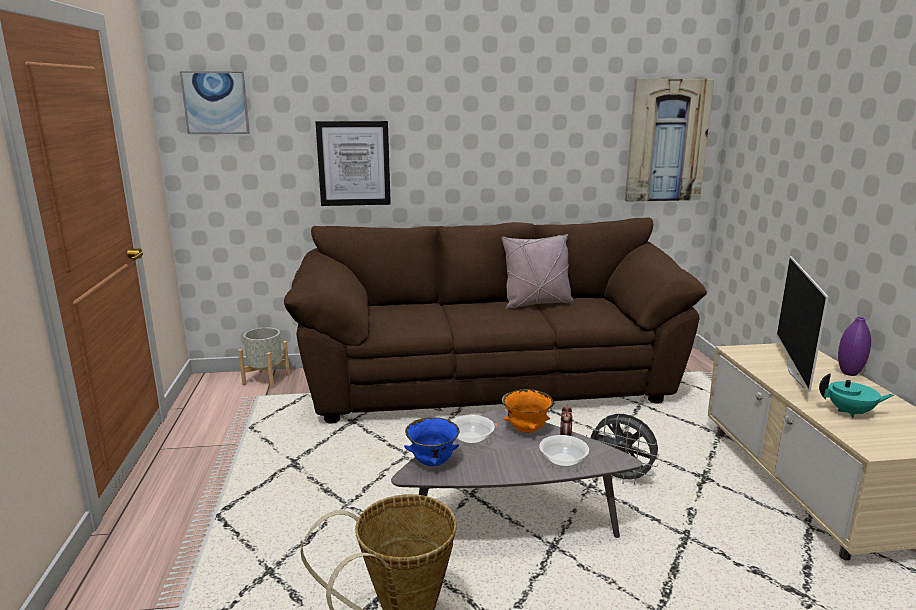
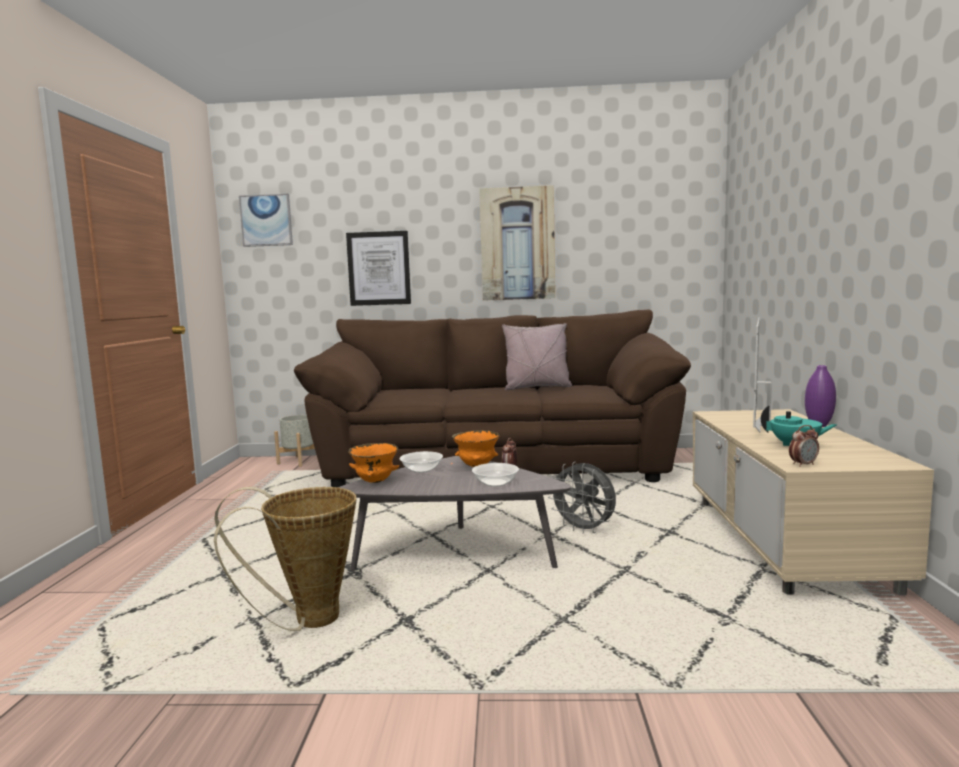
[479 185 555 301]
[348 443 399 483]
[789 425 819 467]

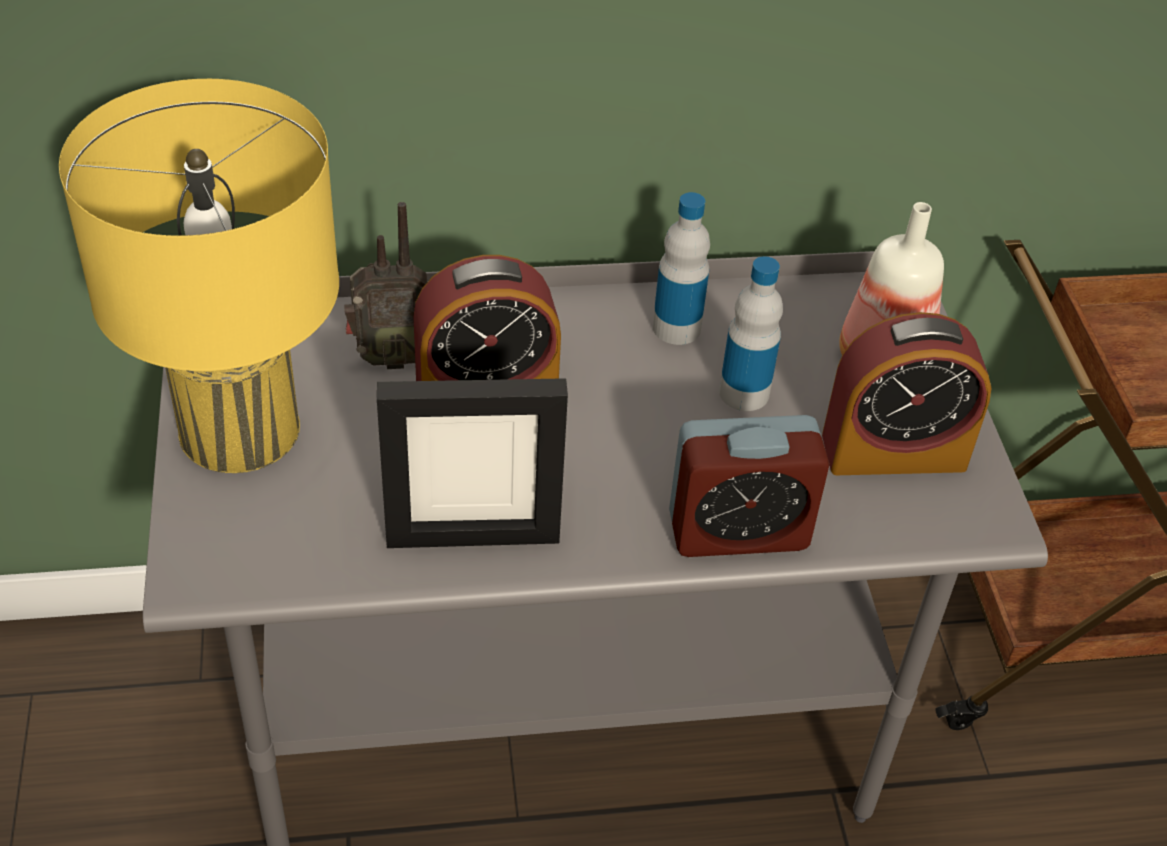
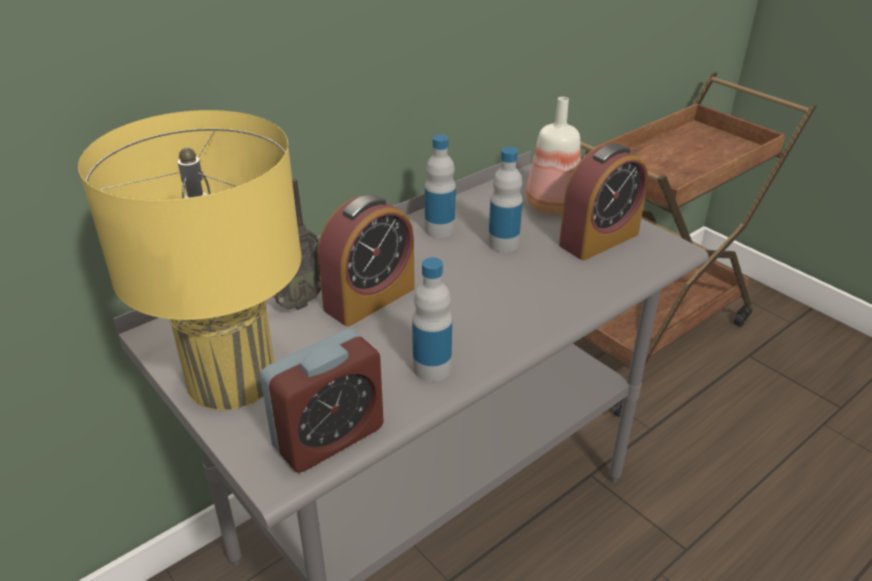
[412 257 452 382]
[260 329 384 473]

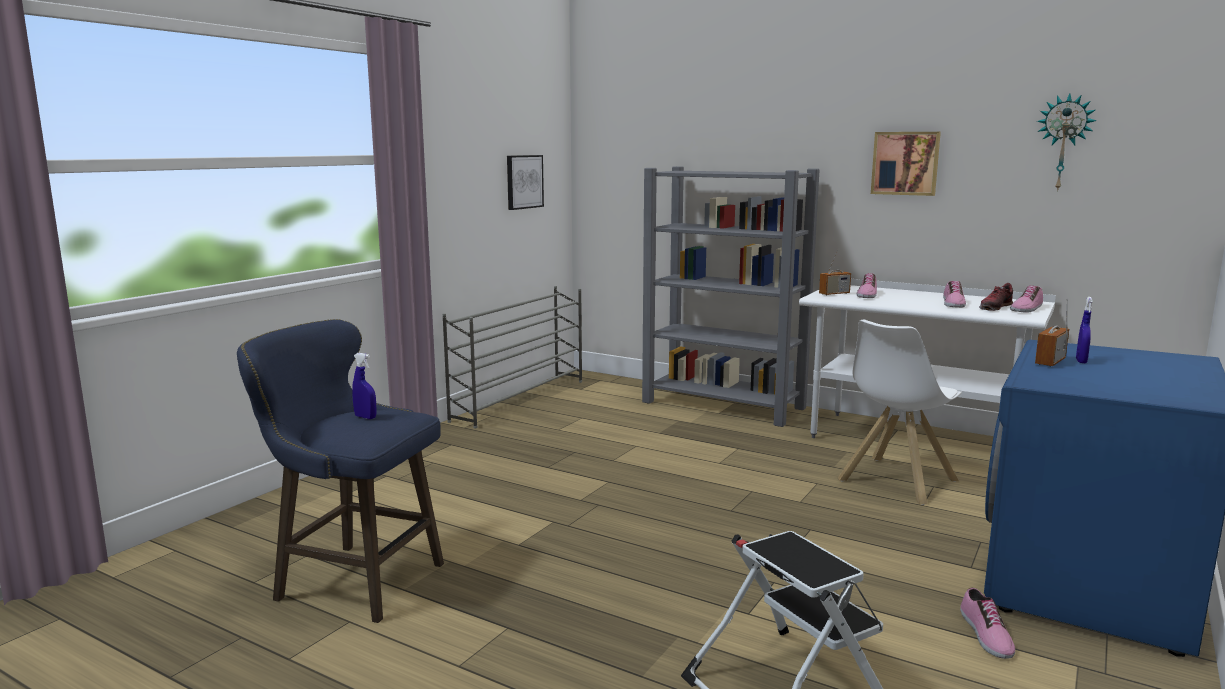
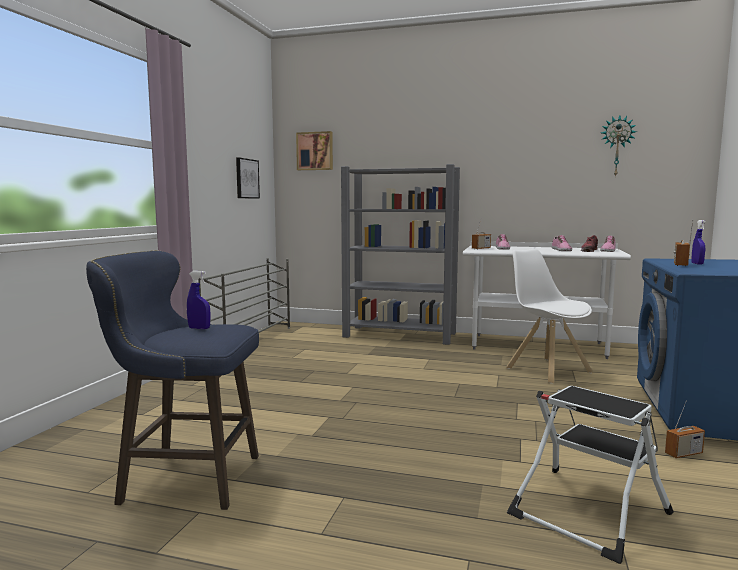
[296 131 333 170]
[506 249 593 383]
[665 401 705 458]

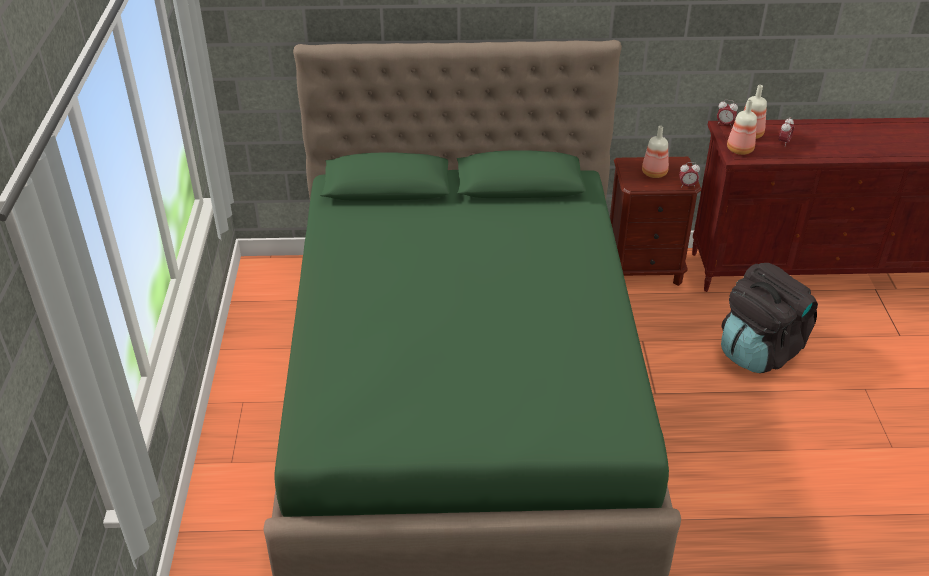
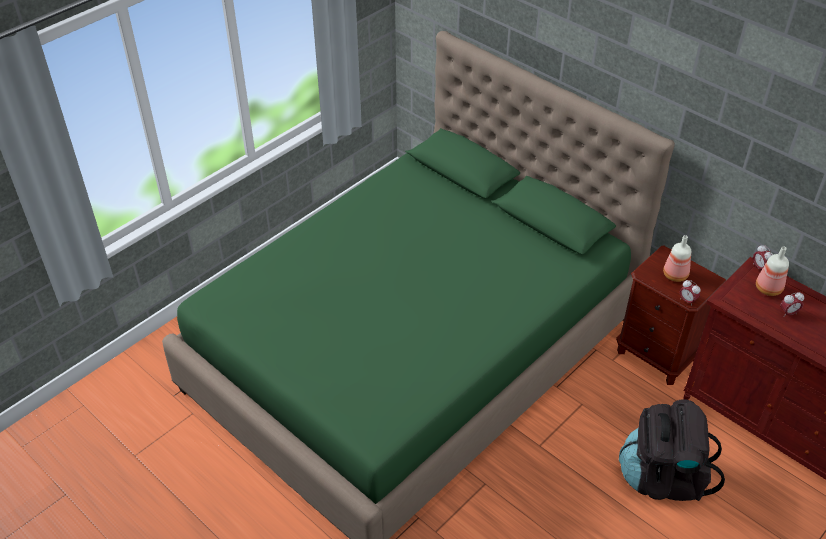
[727 99 757 155] (first image)

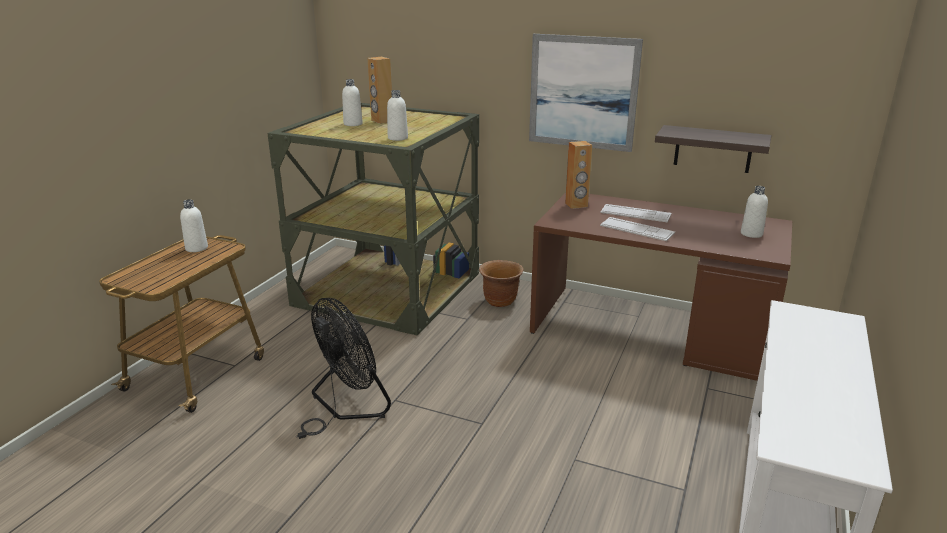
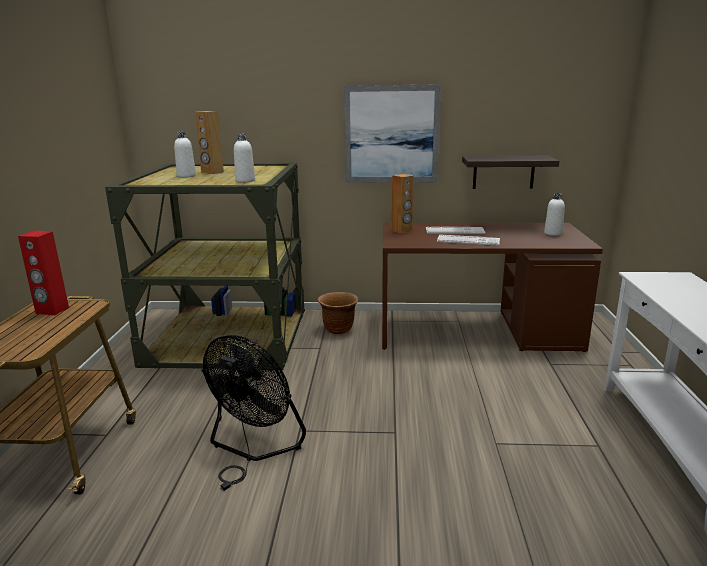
[18 231 69 315]

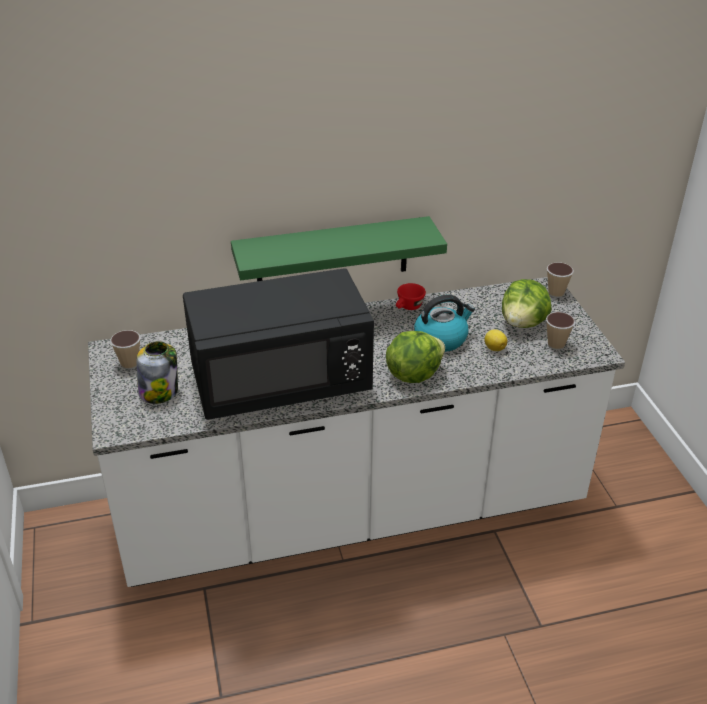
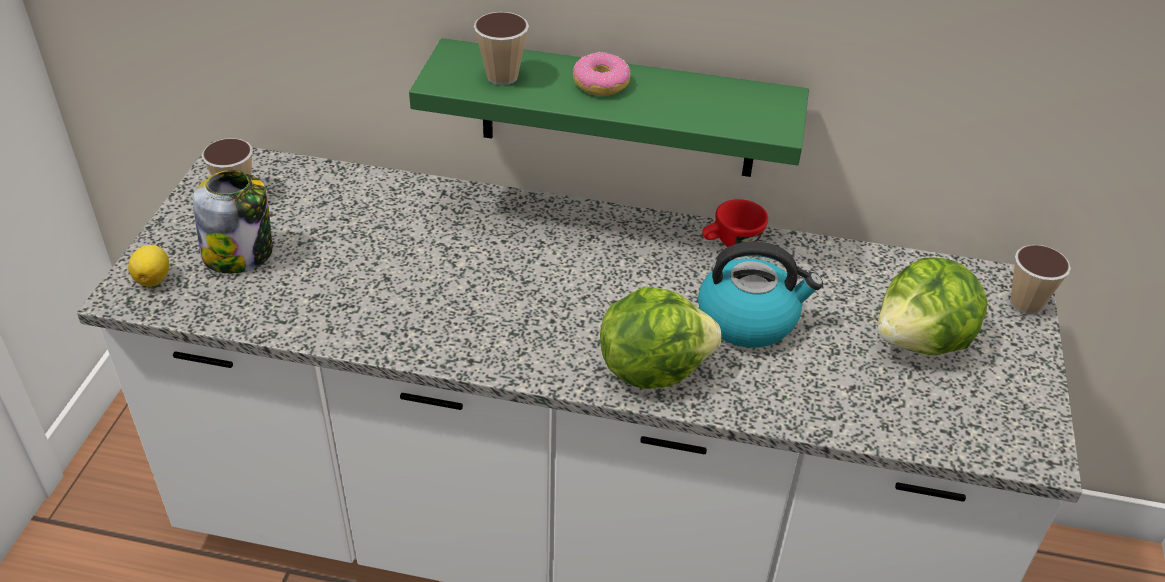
[183 268 374 420] (first image)
[474 12 529 85]
[128 245 169 287]
[573 52 631 96]

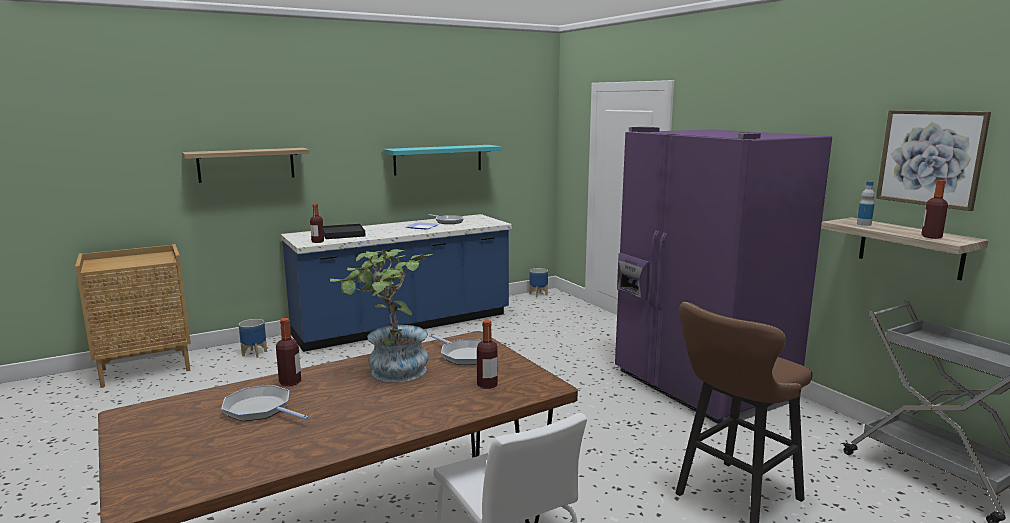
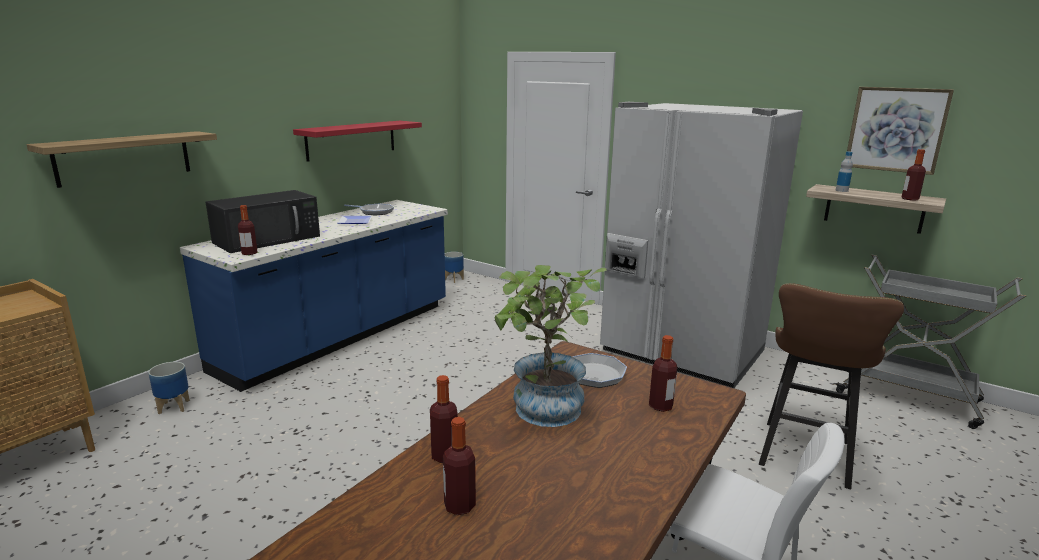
[600 102 803 388]
[293 121 422 162]
[206 190 320 253]
[443 417 476 515]

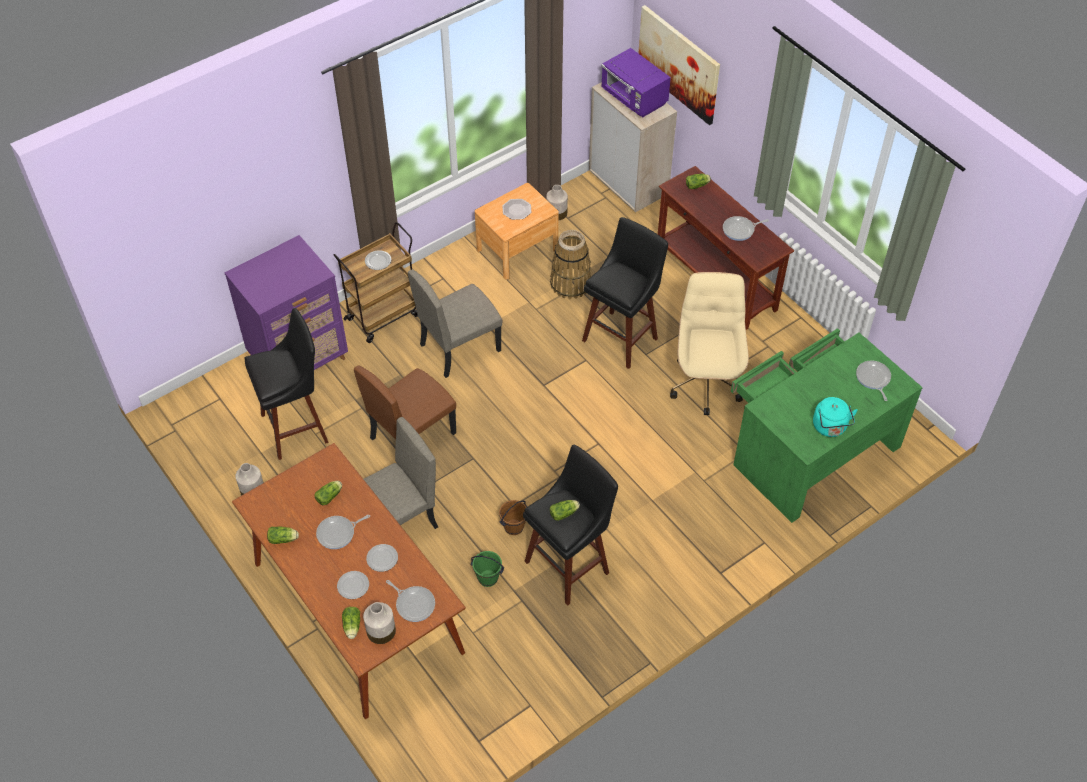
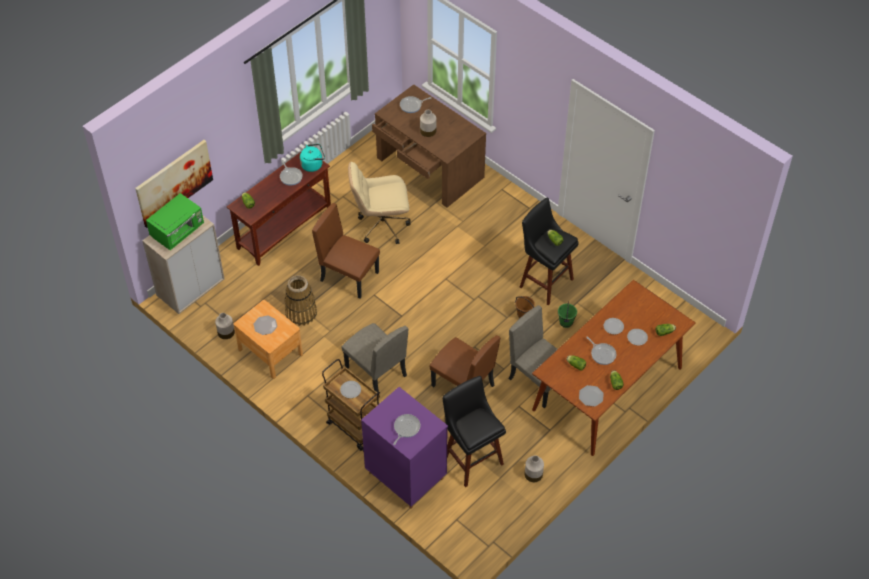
[146 193 204 250]
[312 203 380 298]
[372 85 486 208]
[300 144 325 172]
[393 414 420 445]
[420 110 436 137]
[579 385 604 406]

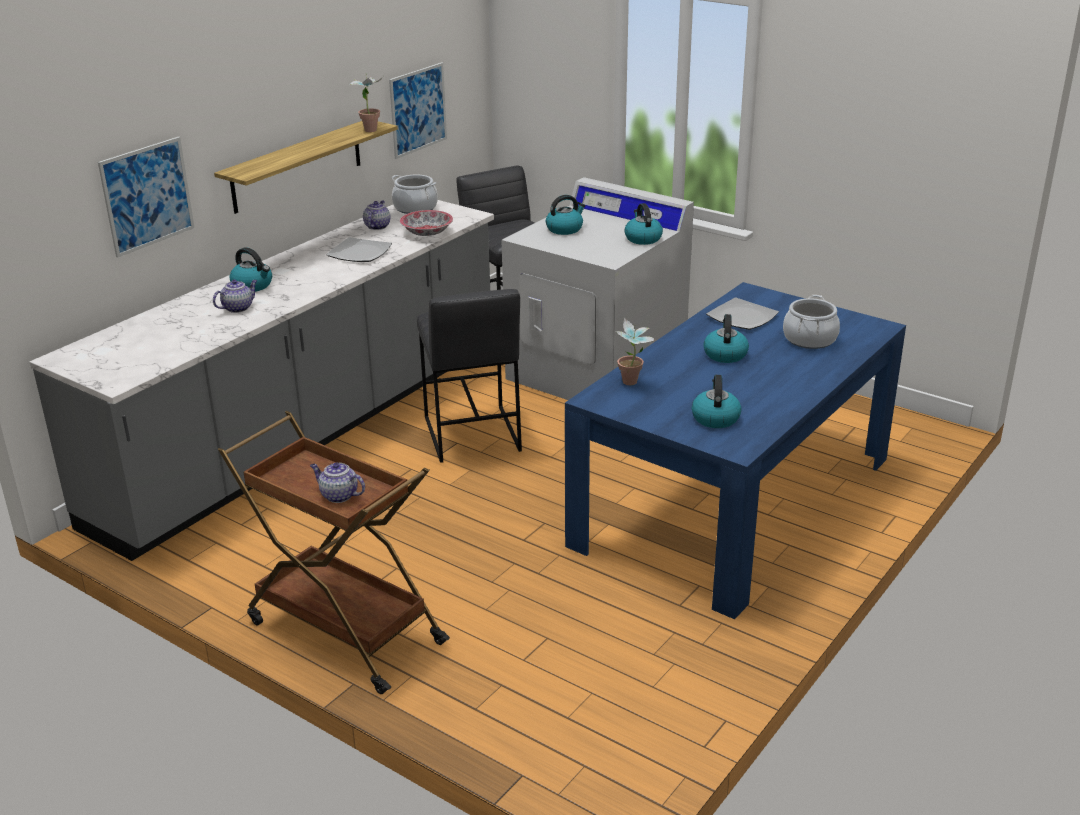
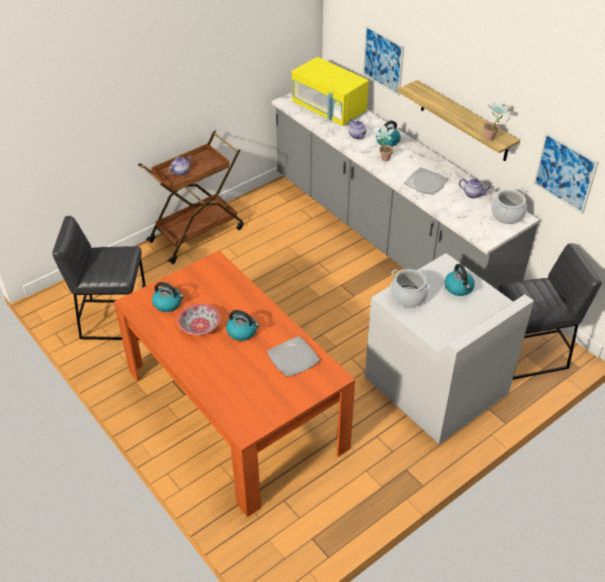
[624 203 663 245] (first image)
[178 304 220 335]
[114 251 355 517]
[52 216 146 340]
[390 269 430 307]
[373 125 395 162]
[292 57 369 126]

